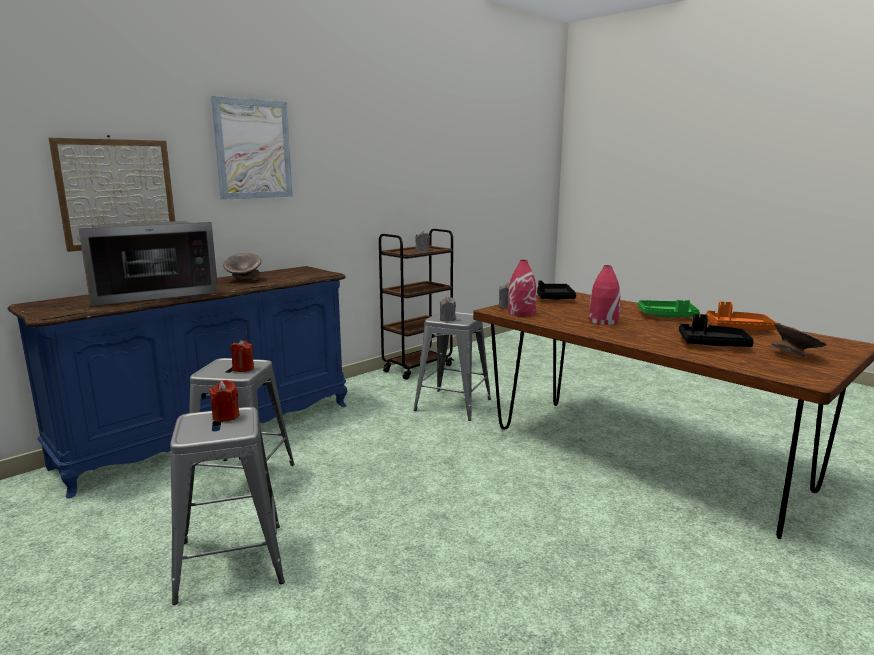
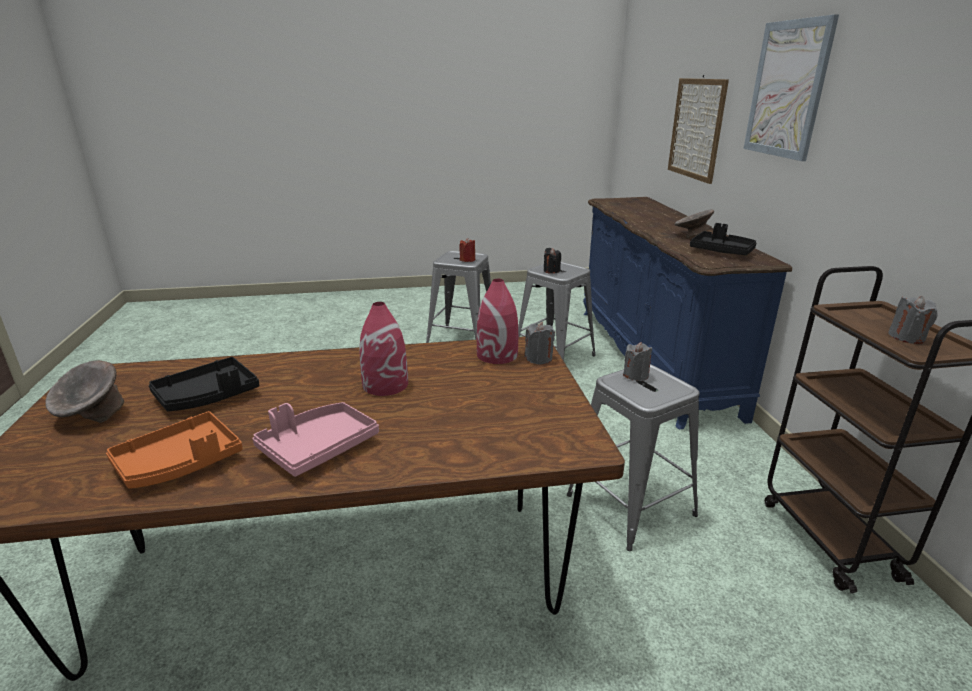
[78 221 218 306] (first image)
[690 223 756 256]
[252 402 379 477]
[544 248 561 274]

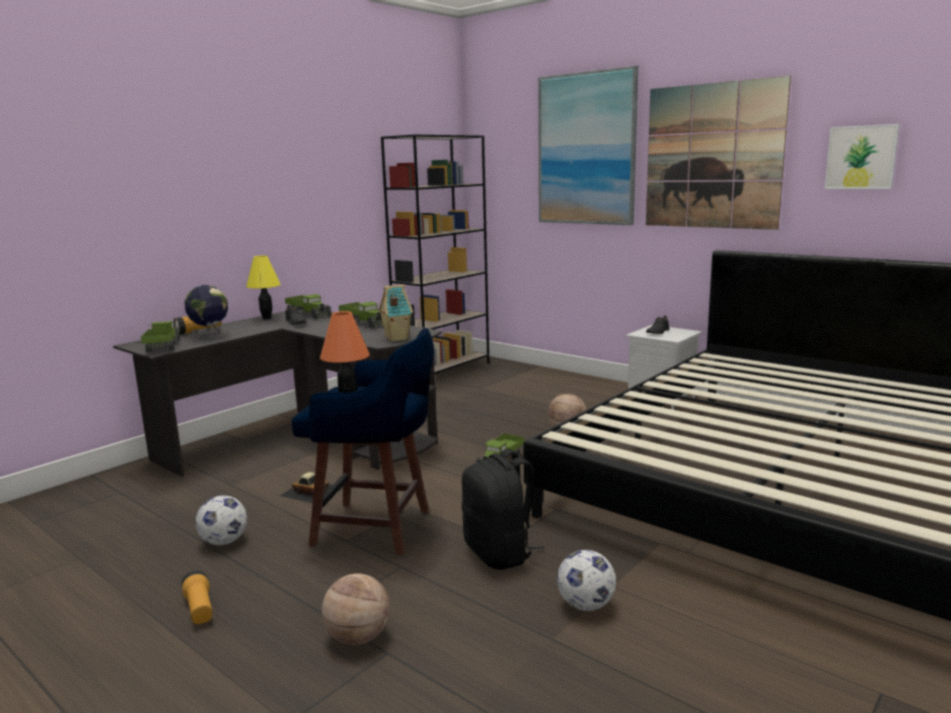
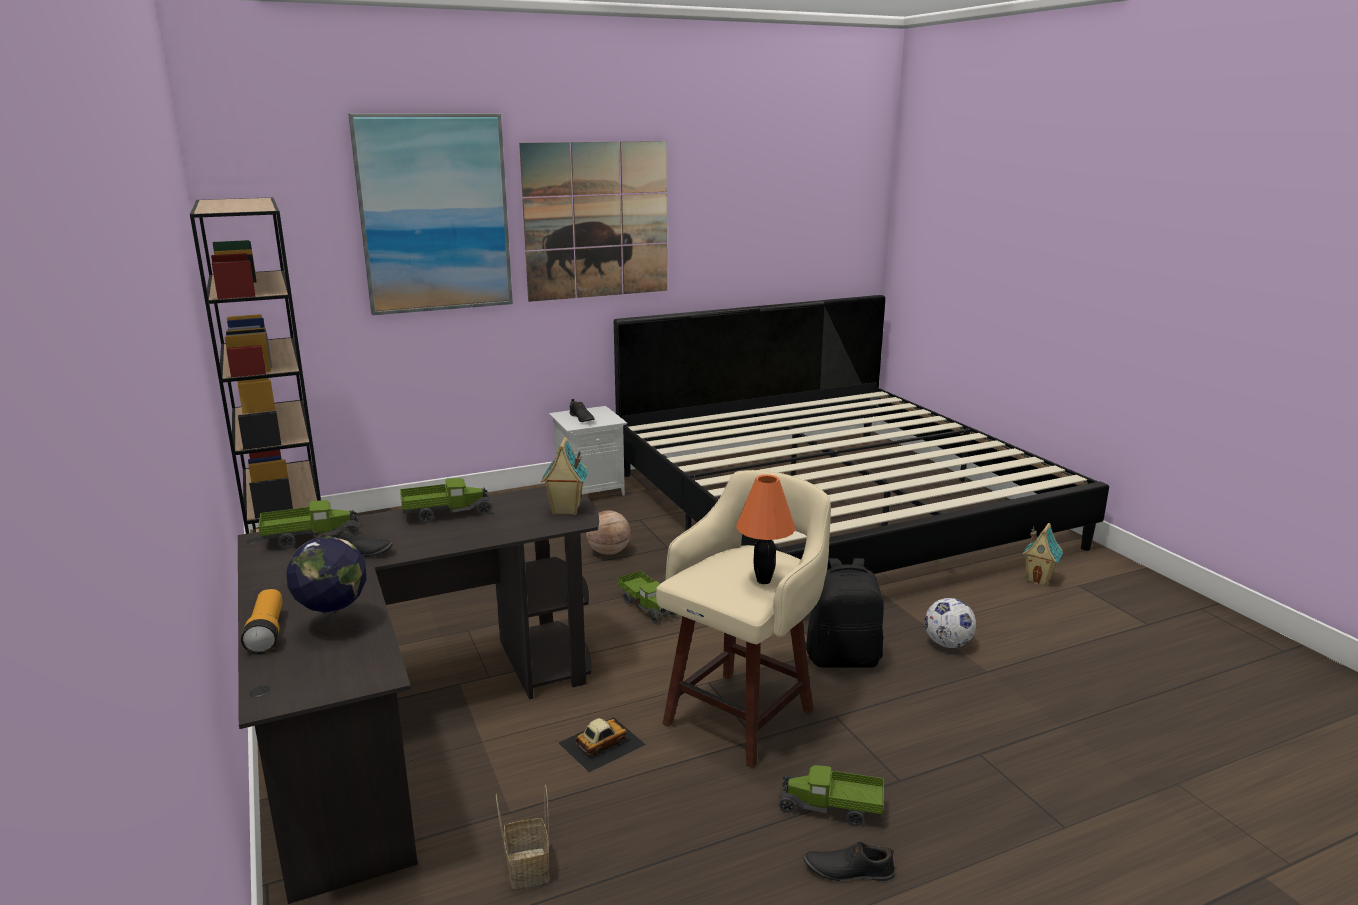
[824 124 899 189] (first image)
[246 255 281 320] (first image)
[779 765 884 827]
[656 470 831 768]
[195 496 247 545] (first image)
[803 842 895 881]
[322 573 390 645] (first image)
[1022 523 1063 586]
[496 785 549 889]

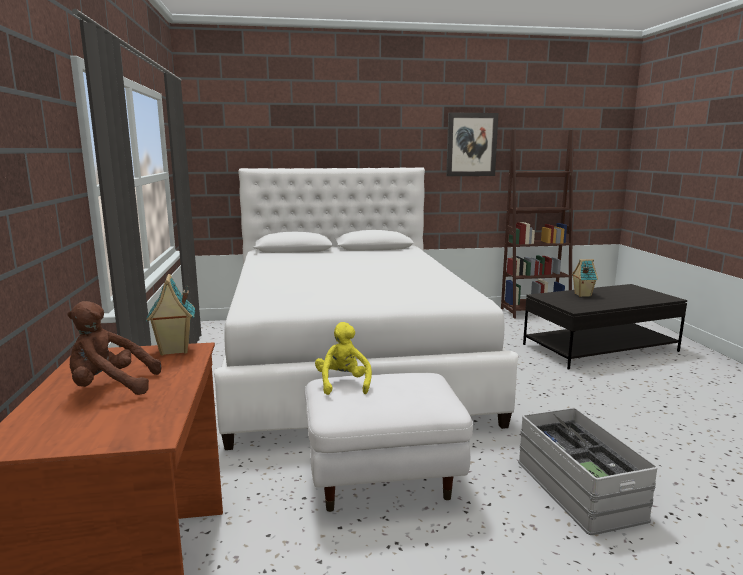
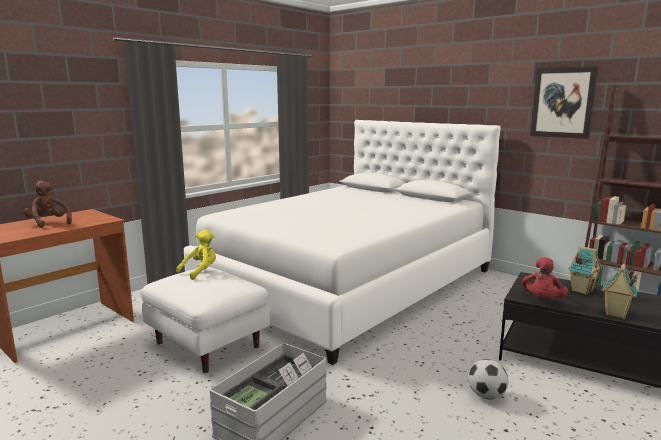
[602 263 637 319]
[522 257 568 298]
[468 359 509 399]

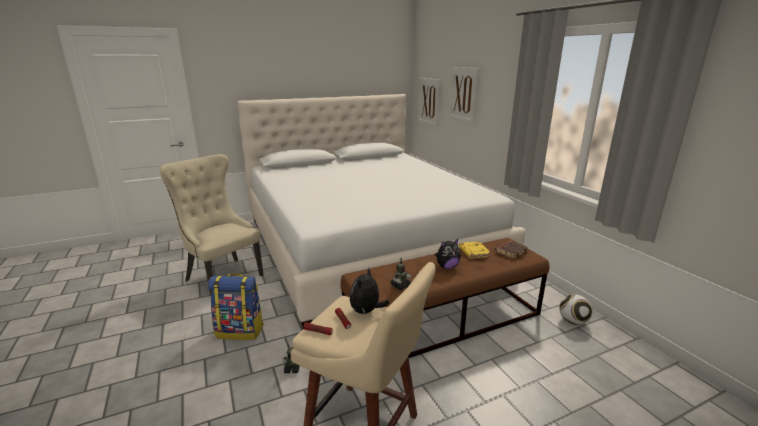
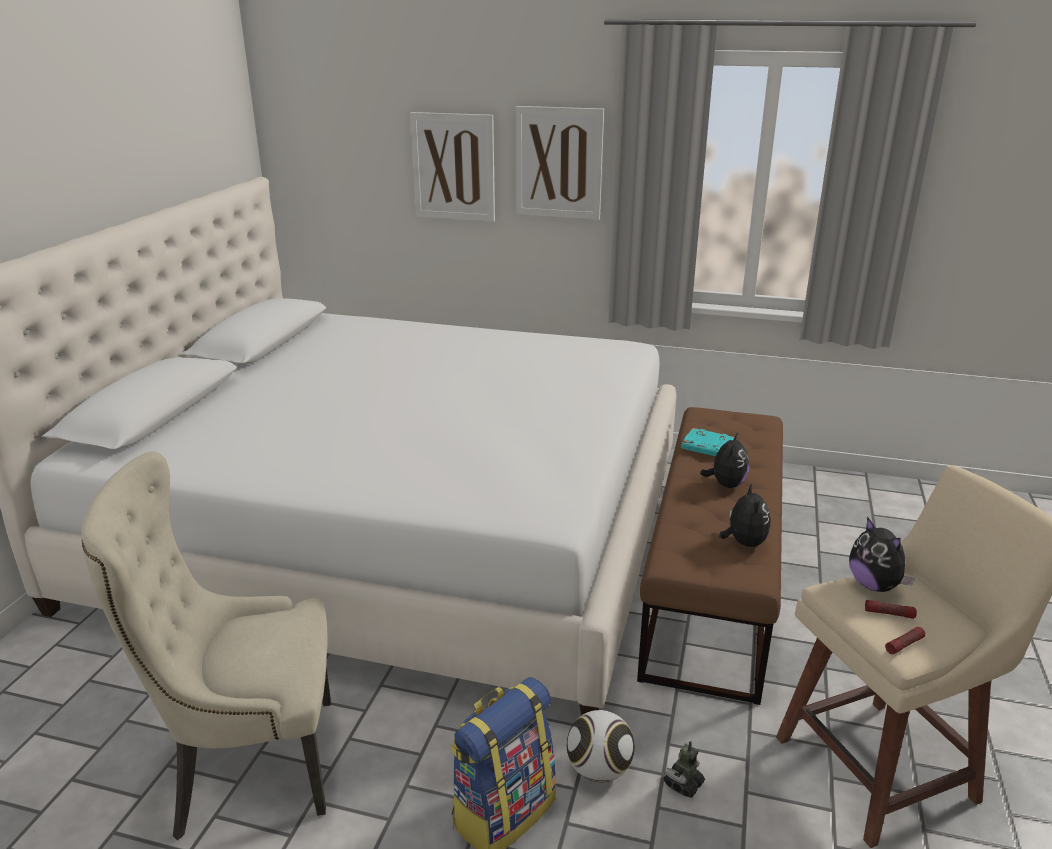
[515 106 604 220]
[681 428 735 457]
[495 241 529 259] (first image)
[719 483 770 547]
[567 710 635 782]

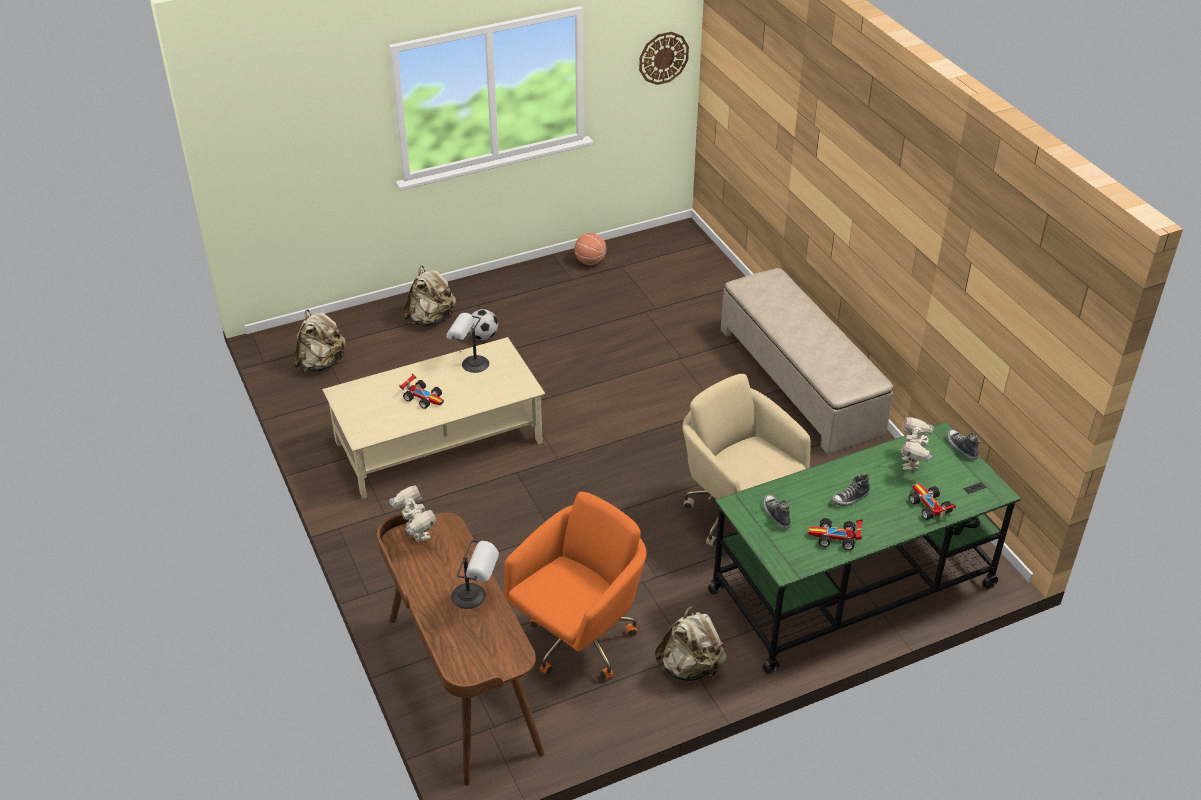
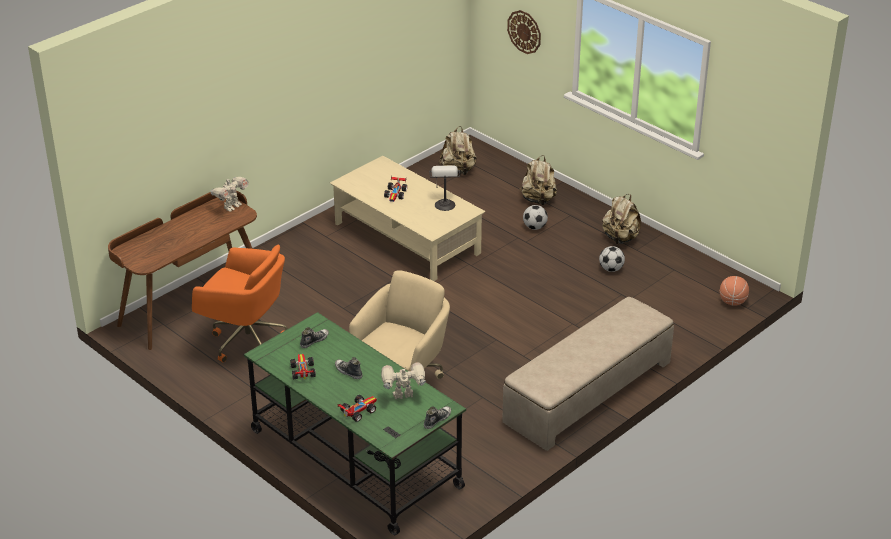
[507 10 541 54]
[720 276 749 306]
[451 540 499 609] (first image)
[602 194 641 244]
[599 246 625 272]

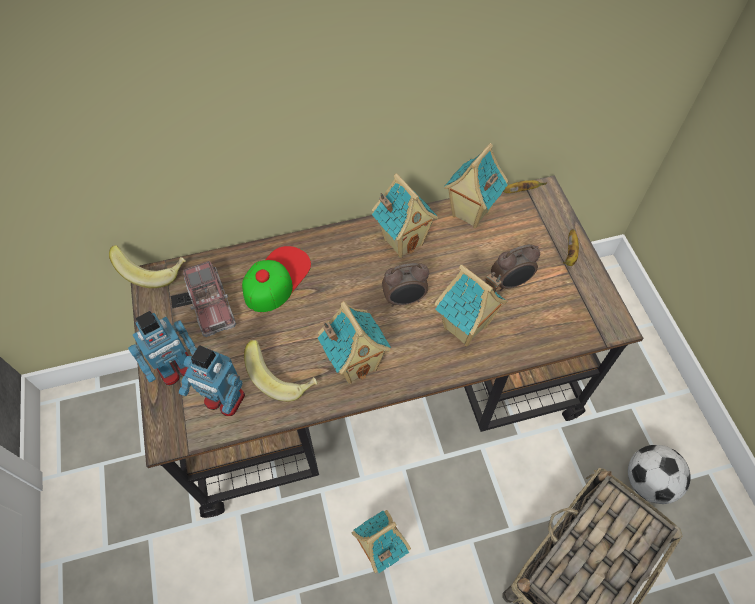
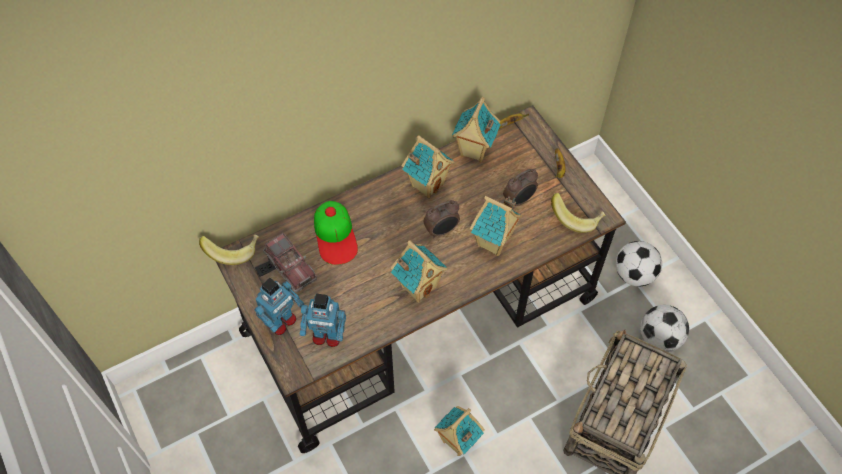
[314 201 358 265]
[551 193 606 233]
[616 241 662 286]

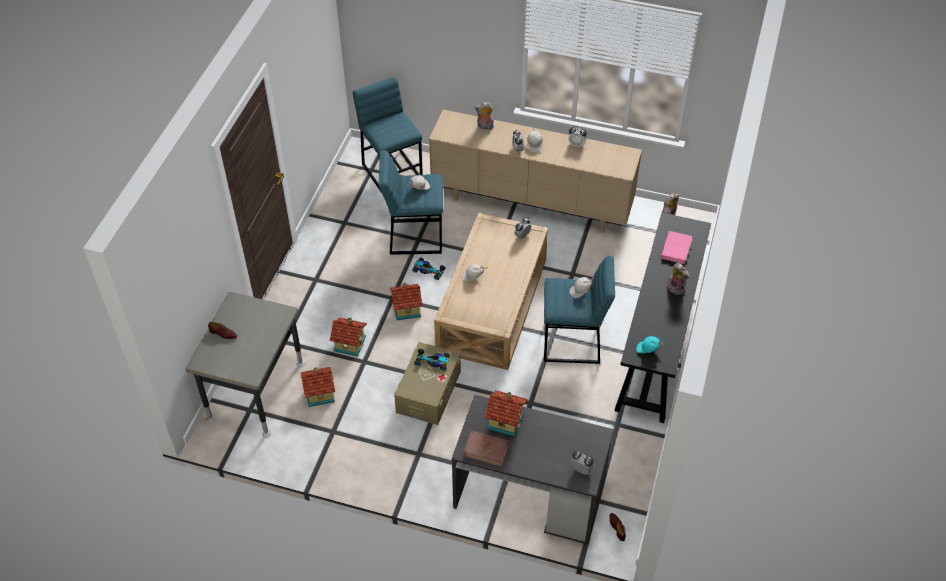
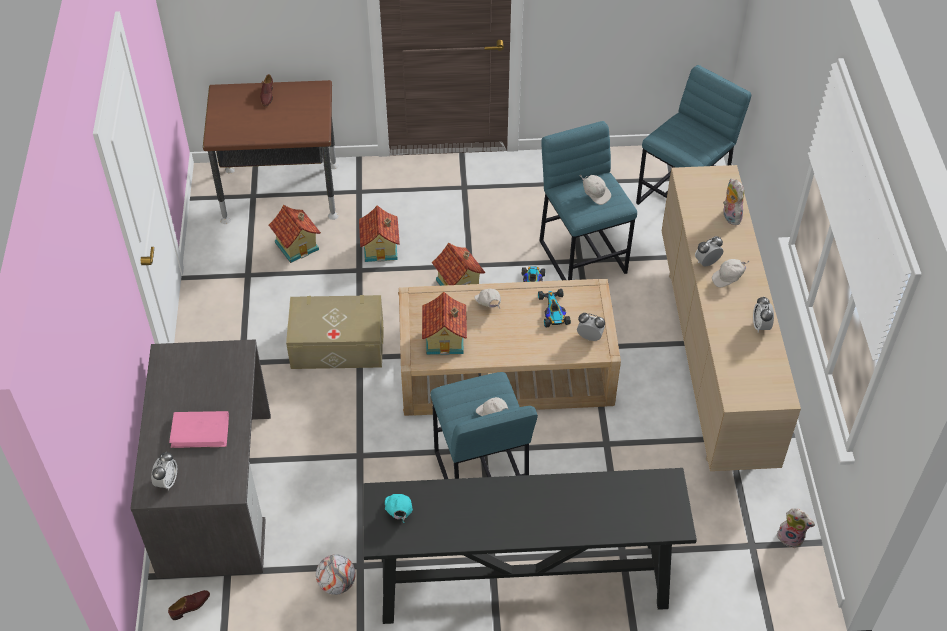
[169 411 229 448]
[667 263 690 295] (first image)
[203 80 339 224]
[538 289 571 327]
[422 292 467 355]
[463 431 509 467] (first image)
[316 554 356 595]

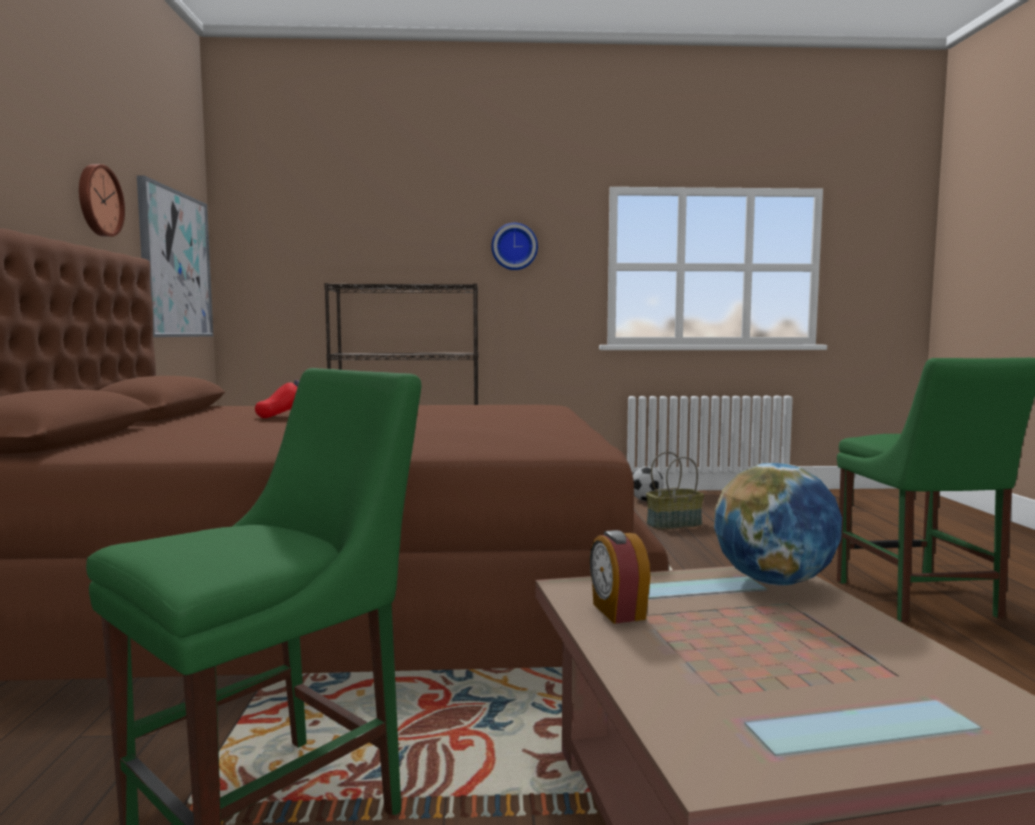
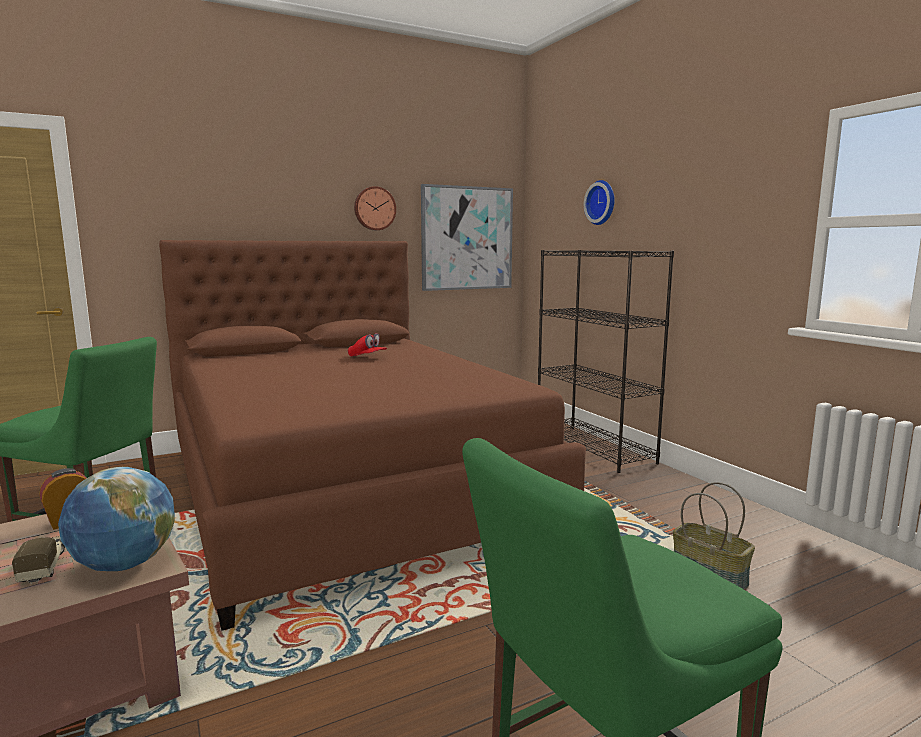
[584 180 615 225]
[632 466 664 501] (first image)
[12 537 65 584]

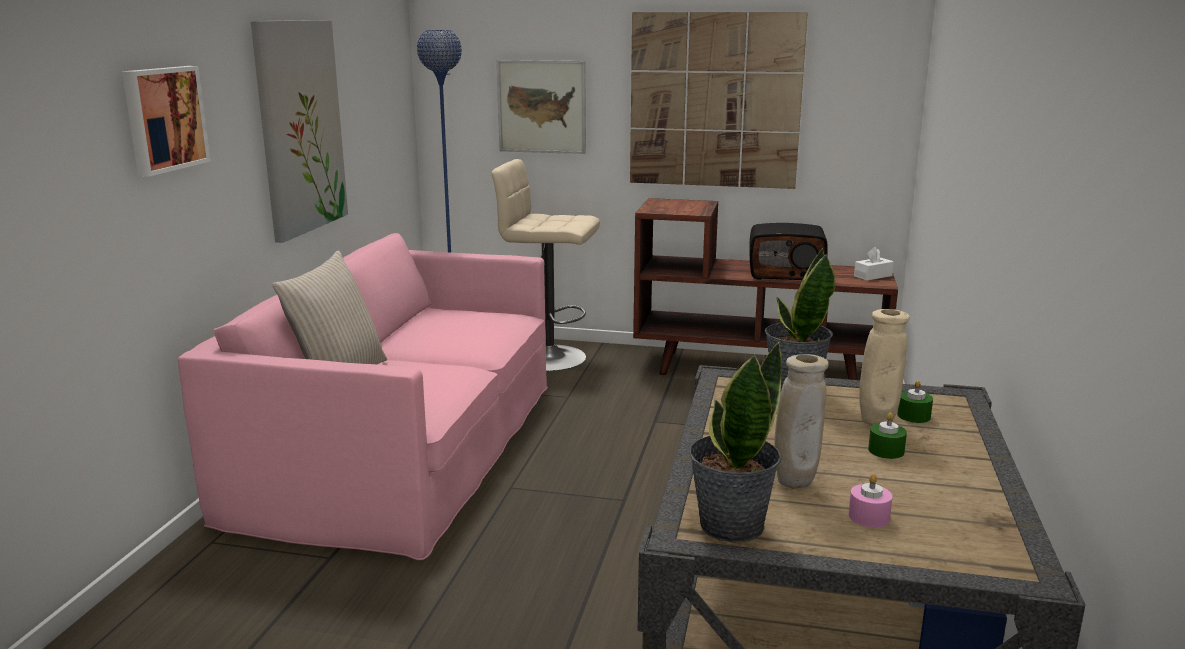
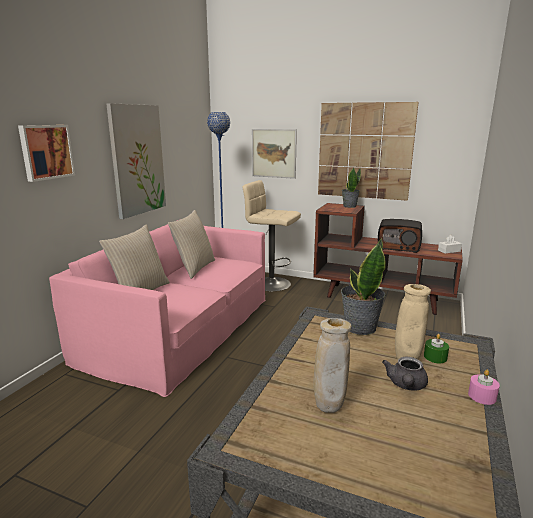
[342 168 361 208]
[382 357 428 391]
[468 370 500 405]
[168 210 215 279]

